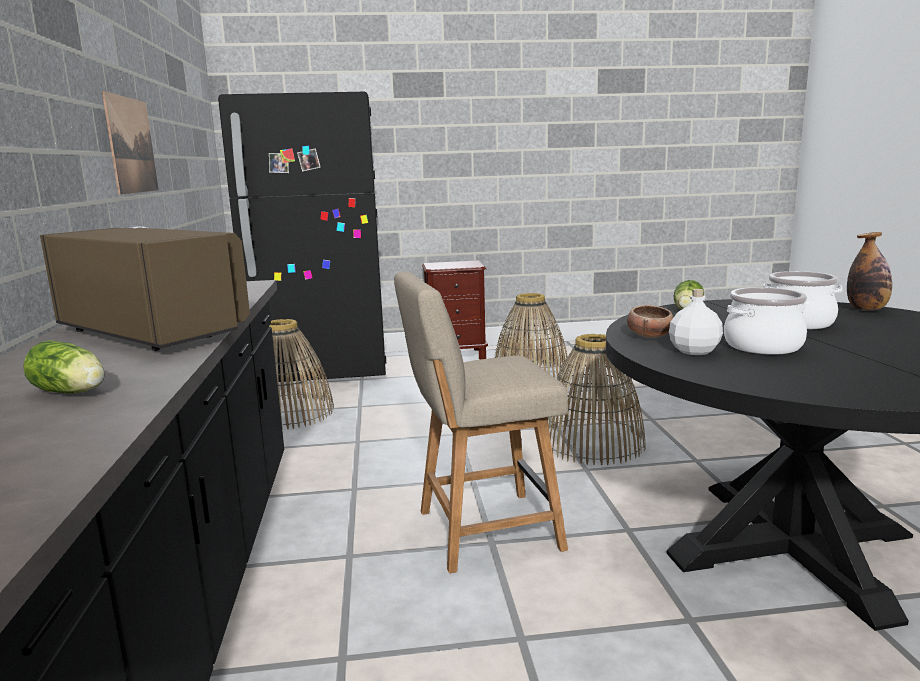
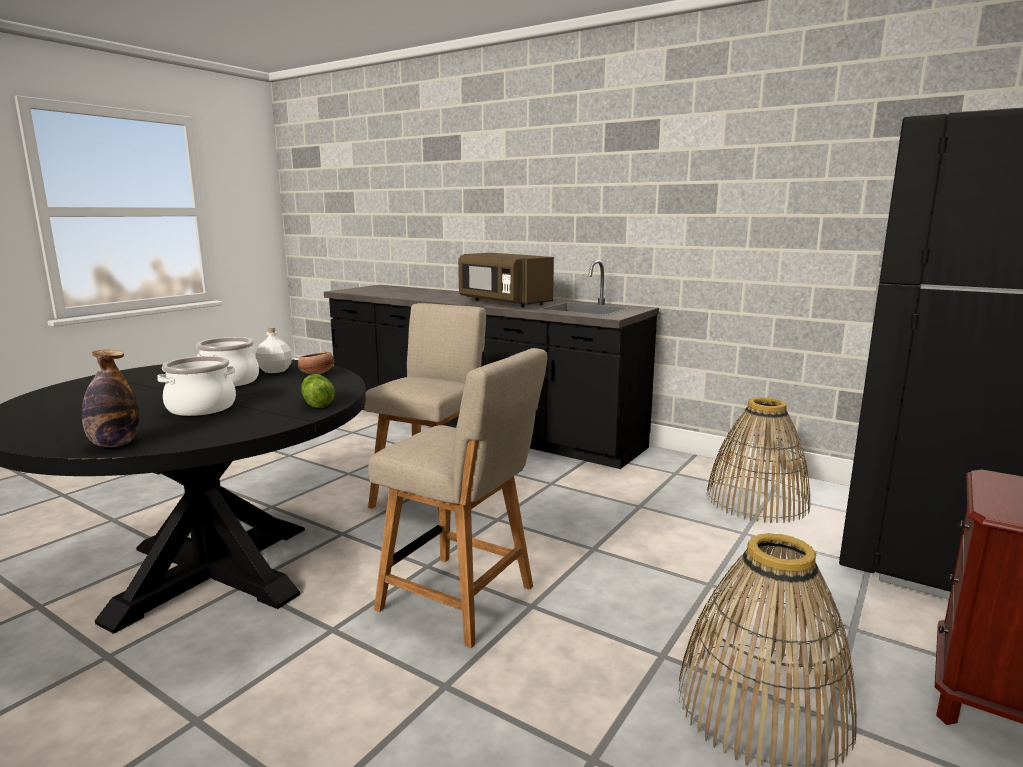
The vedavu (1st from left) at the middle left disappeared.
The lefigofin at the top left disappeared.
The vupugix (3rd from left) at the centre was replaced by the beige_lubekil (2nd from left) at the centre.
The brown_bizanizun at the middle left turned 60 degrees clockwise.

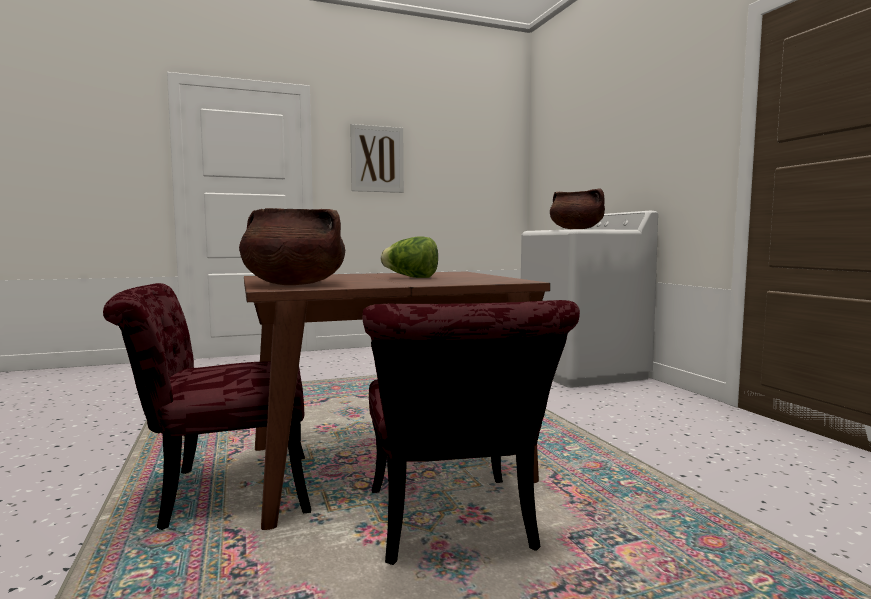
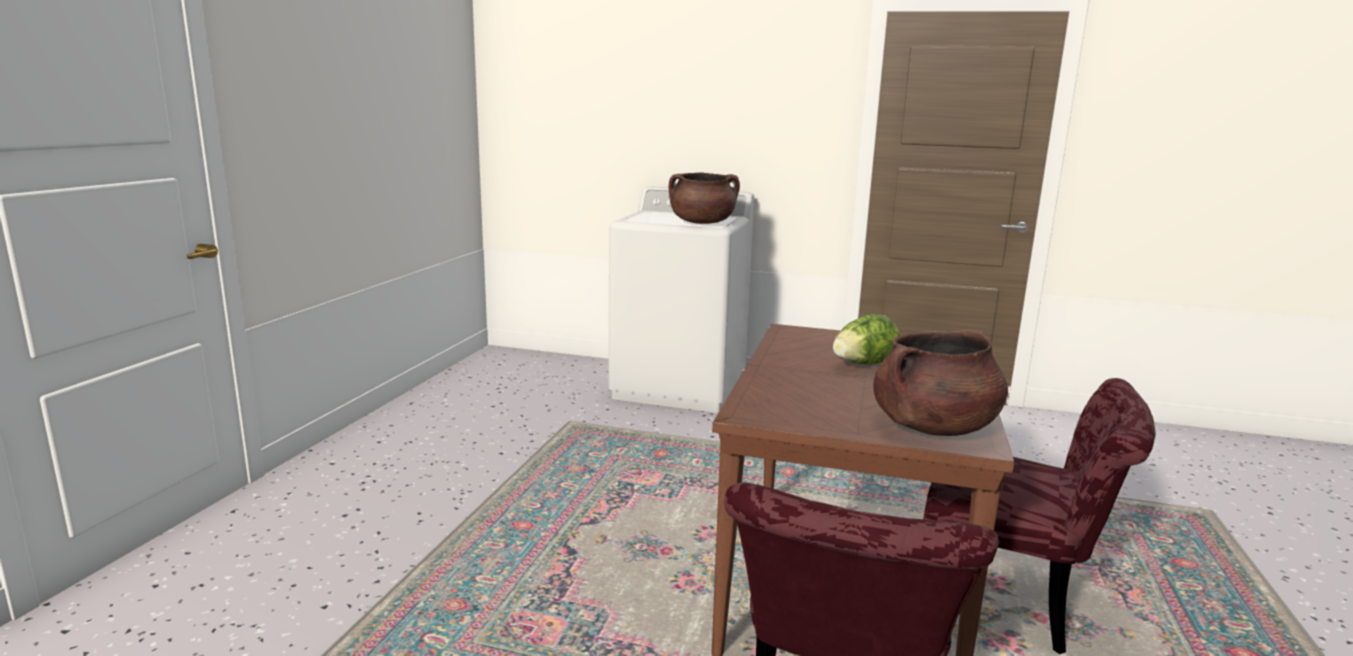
The lefigofin at the top centre disappeared.

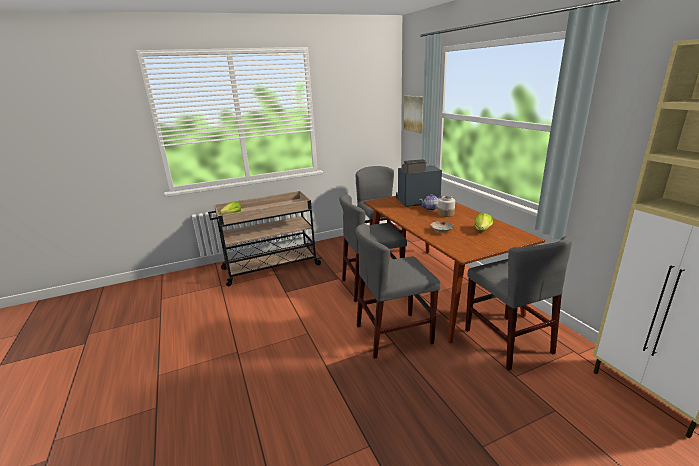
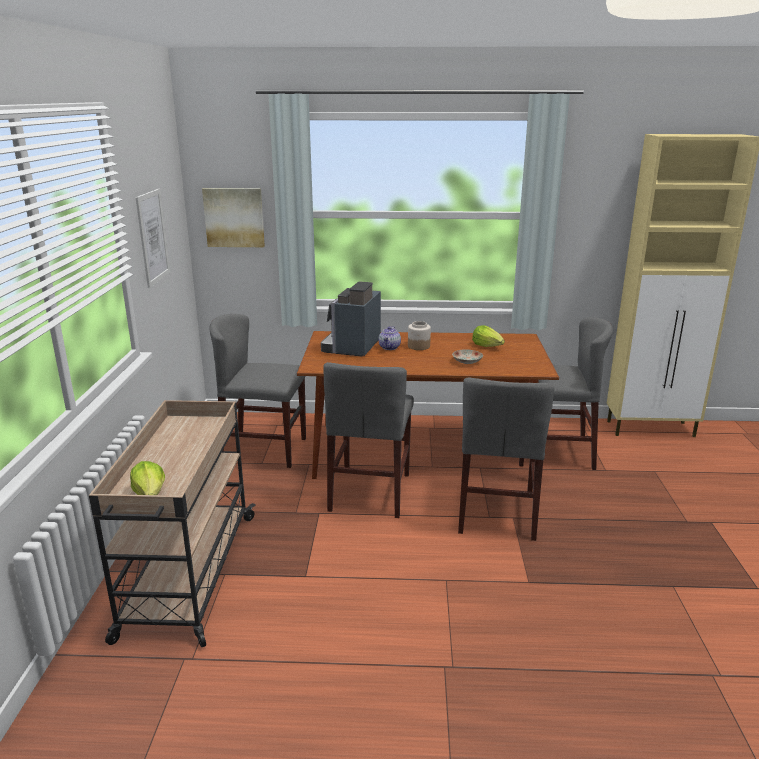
The lefigofin (1st from left) at the top left appeared.

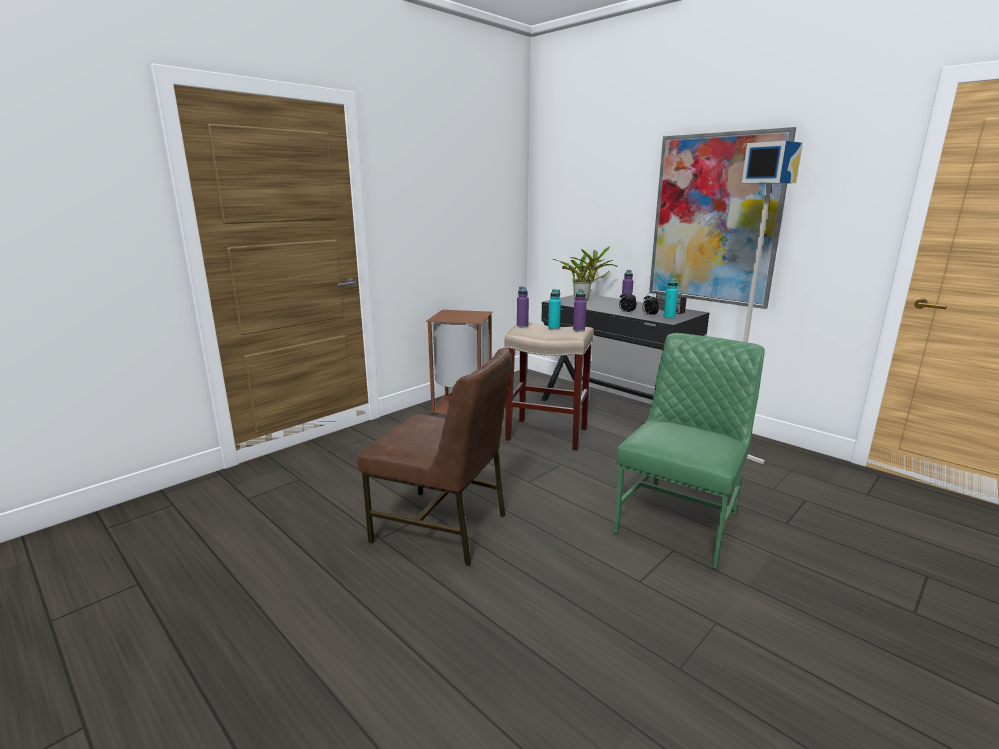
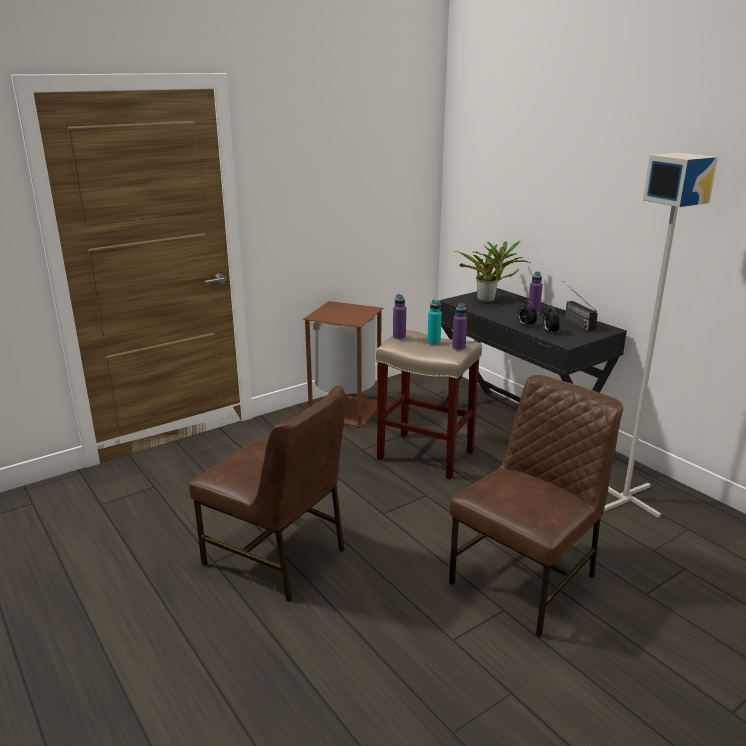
The lefigofin at the top right disappeared.
The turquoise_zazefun (2nd from left) at the middle right disappeared.
The green_lubekil at the middle right became the brown_lubekil (2nd from left) at the bottom right.

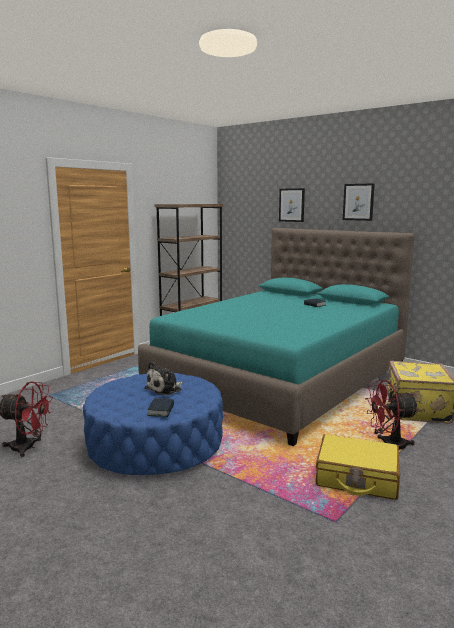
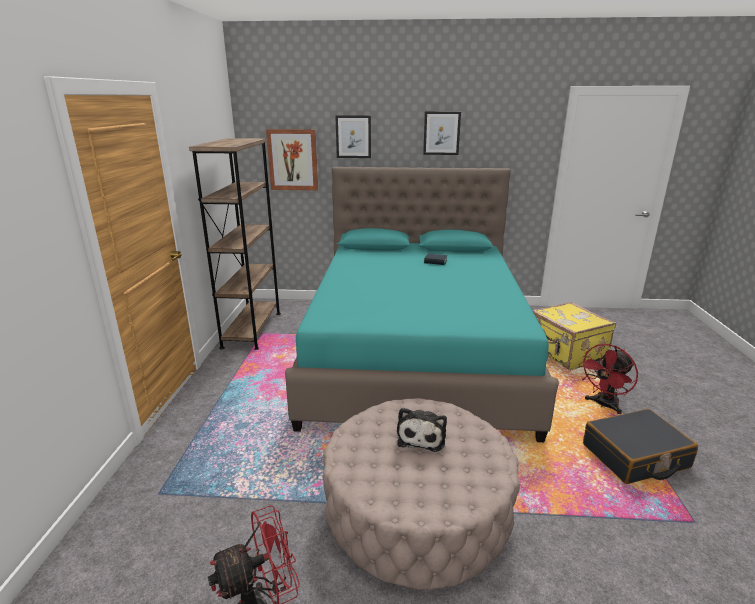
The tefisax (1st from left) at the centre disappeared.
The lefigofin (1st from left) at the top centre appeared.
The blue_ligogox at the bottom centre became the beige_ligogox at the bottom centre.
The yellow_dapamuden (1st from left) at the bottom right became the black_dapamuden at the bottom right.

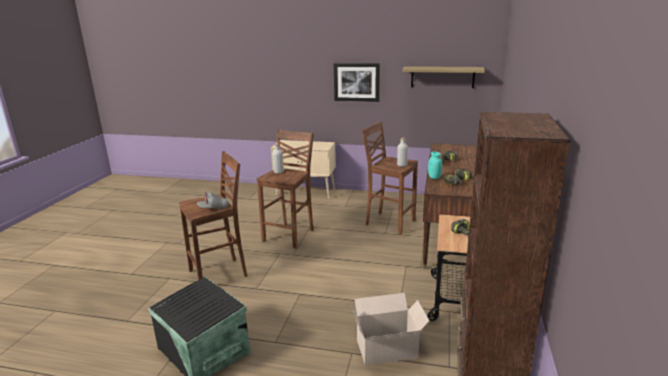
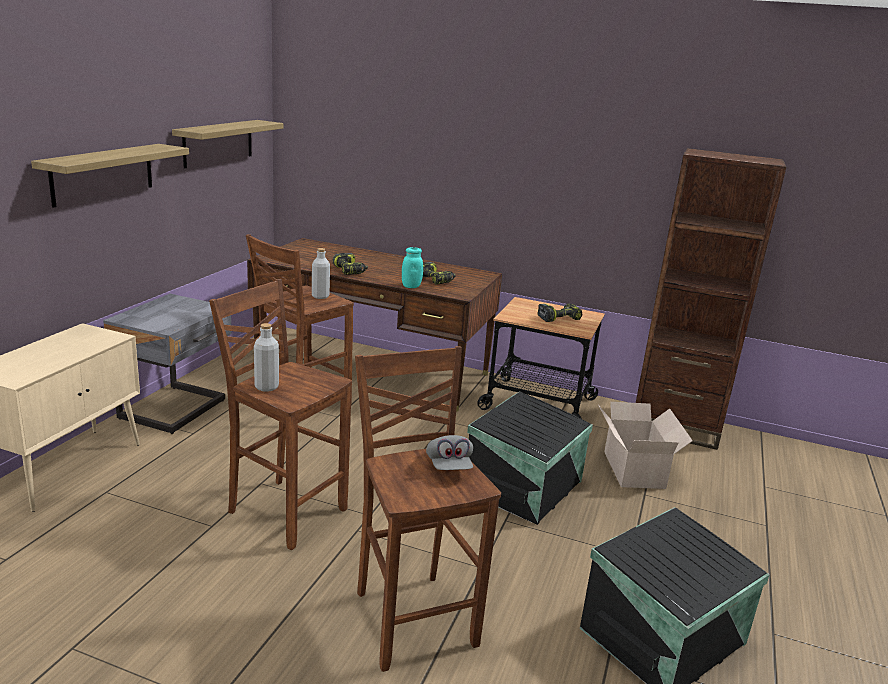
The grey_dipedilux at the middle left appeared.
The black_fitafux (1st from left) at the bottom centre appeared.
The lefigofin at the top centre was replaced by the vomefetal (1st from left) at the top left.

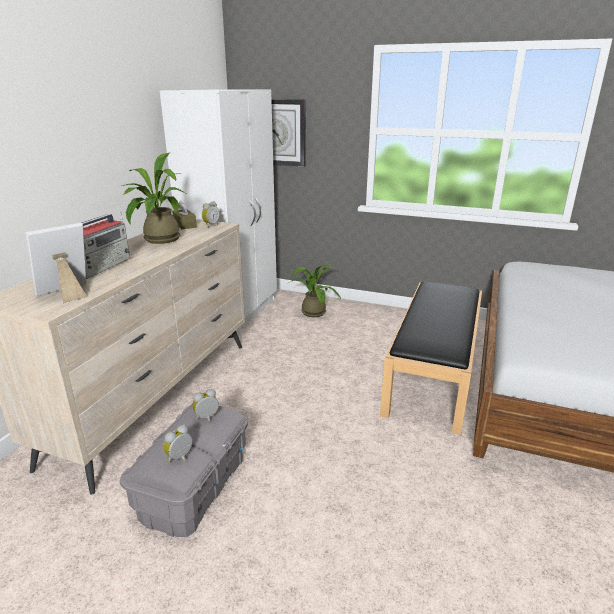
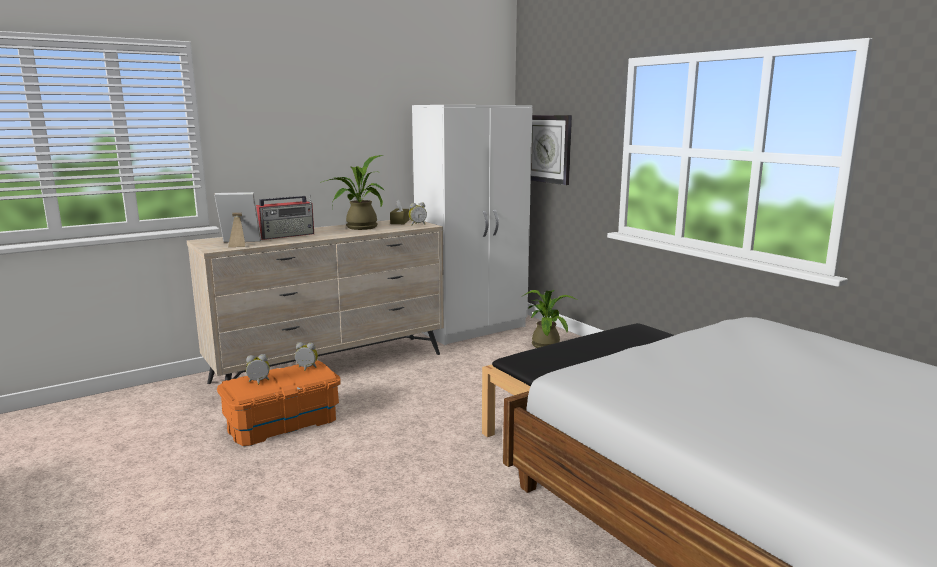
The grey_fitafux at the bottom left became the orange_fitafux at the bottom left.

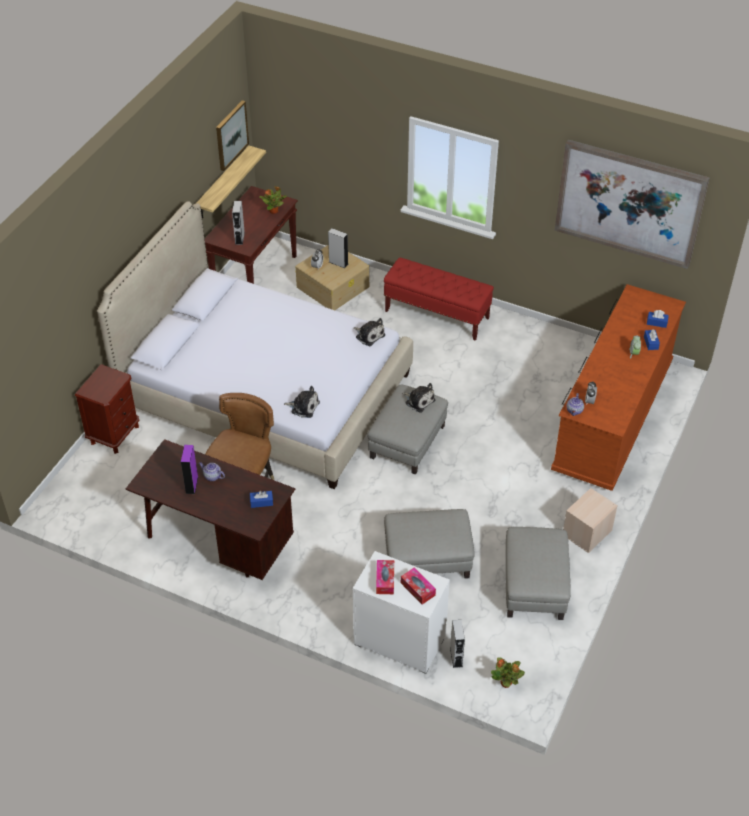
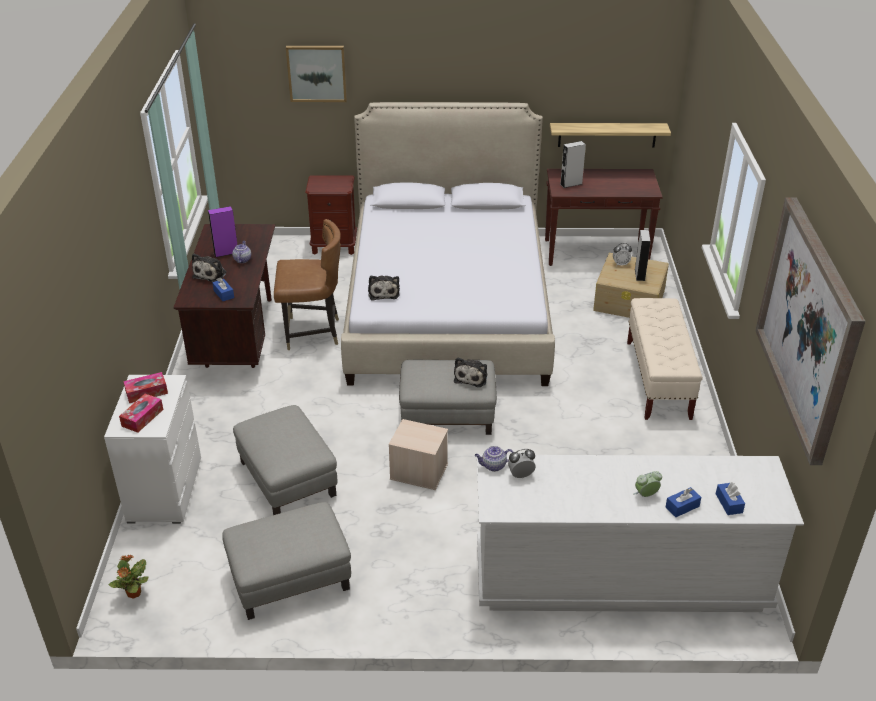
The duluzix (1st from left) at the top centre disappeared.
The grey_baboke (3rd from left) at the bottom centre disappeared.
The lefigofin (1st from left) moved from the top left to the top centre.
The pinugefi (2nd from left in the first image) moved from the centre to the middle left.
The beige_fitafux (2nd from left in the first image) moved from the middle right to the centre.
The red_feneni at the centre became the beige_feneni at the middle right.
The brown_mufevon at the middle right became the white_mufevon (2nd from left) at the bottom right.

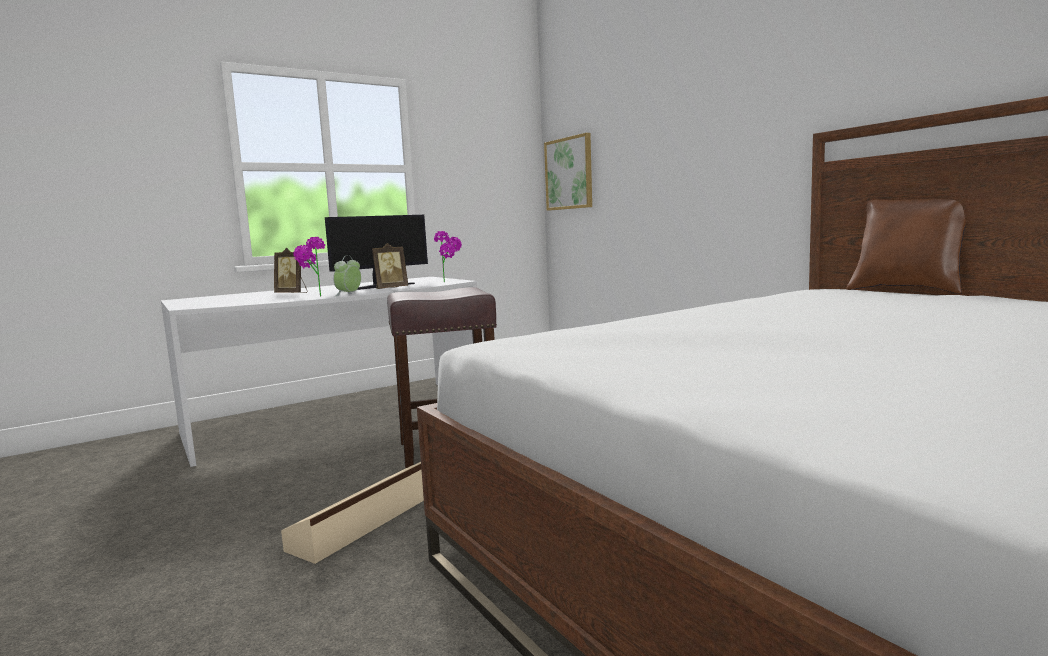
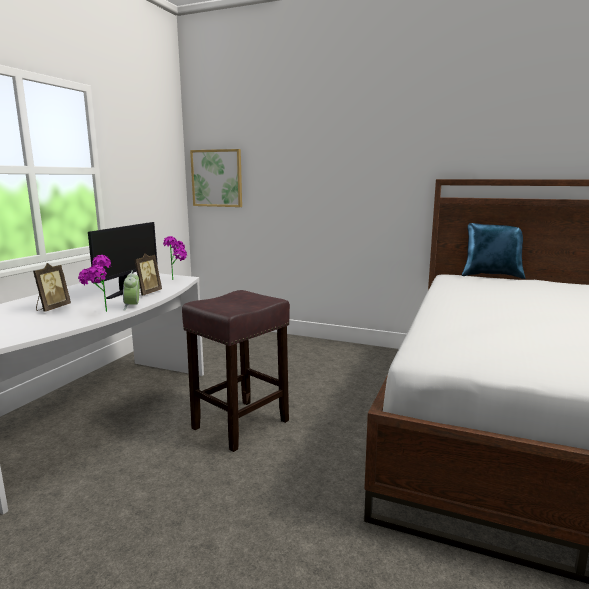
The beige_fitafux at the bottom centre disappeared.
The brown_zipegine at the middle right became the blue_zipegine at the middle right.
The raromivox (1st from left) at the middle left turned 60 degrees counterclockwise.

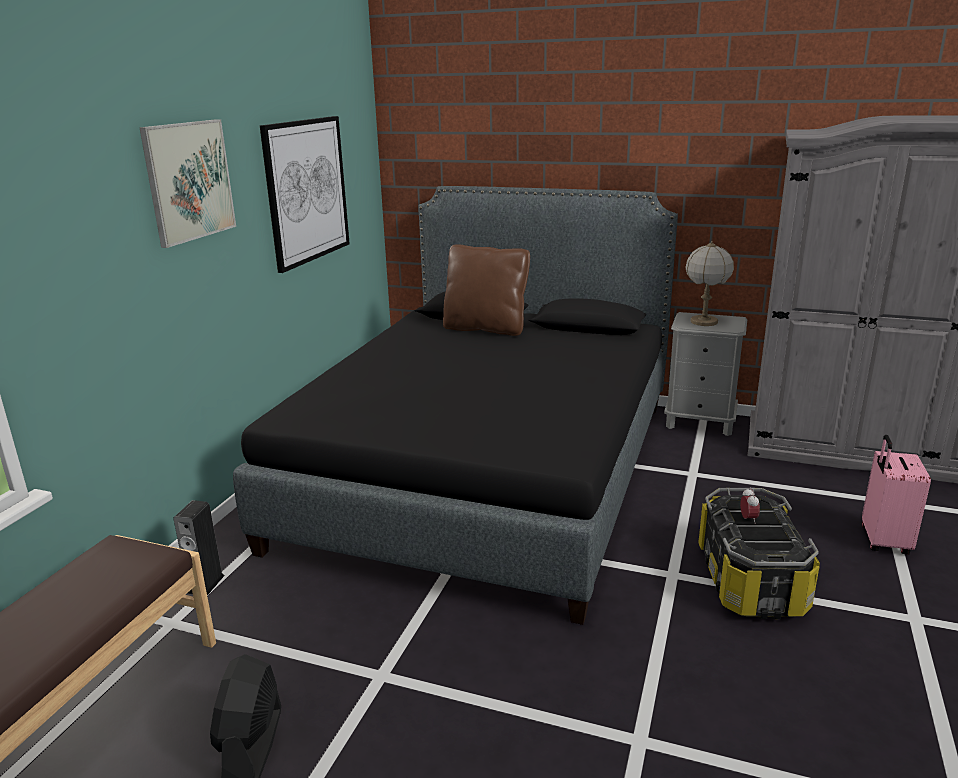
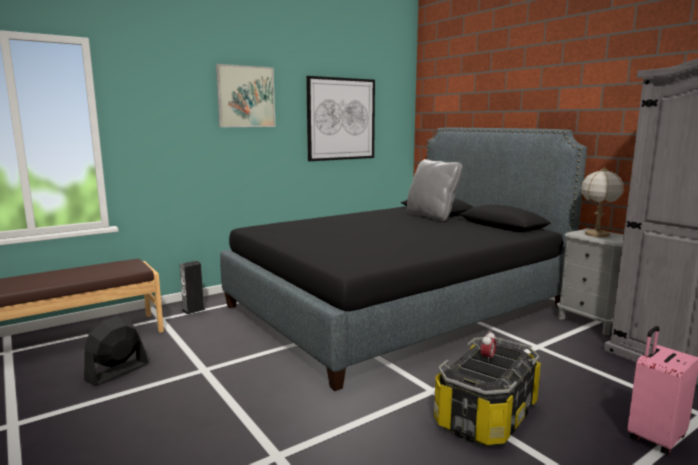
The brown_zipegine at the centre became the grey_zipegine at the centre.

